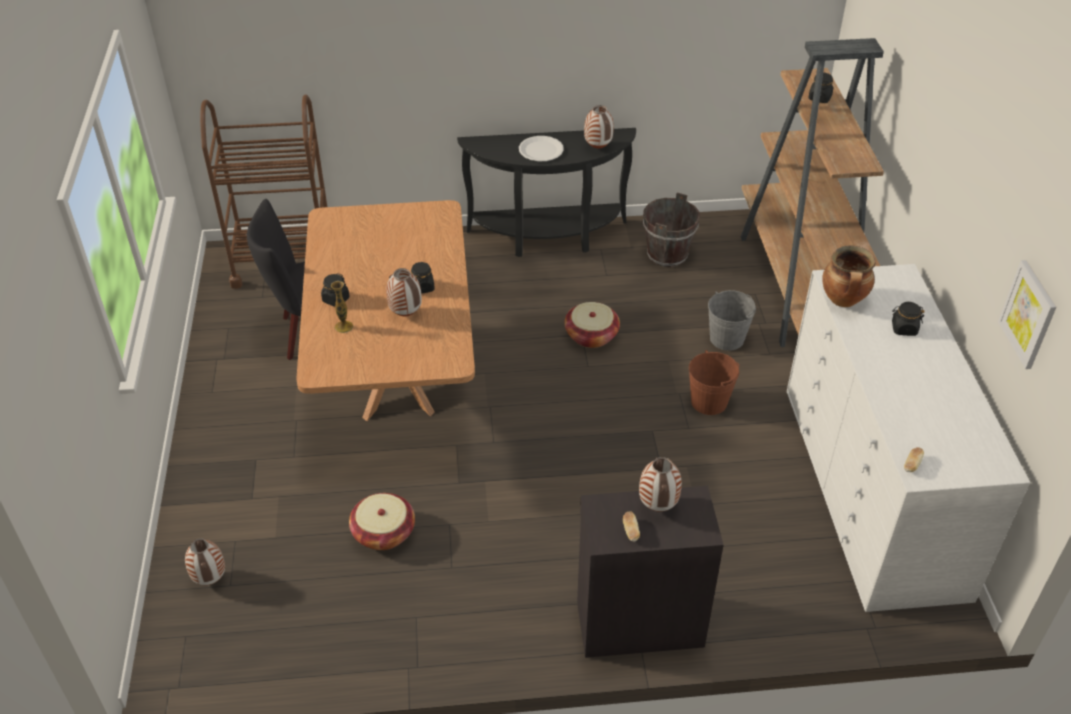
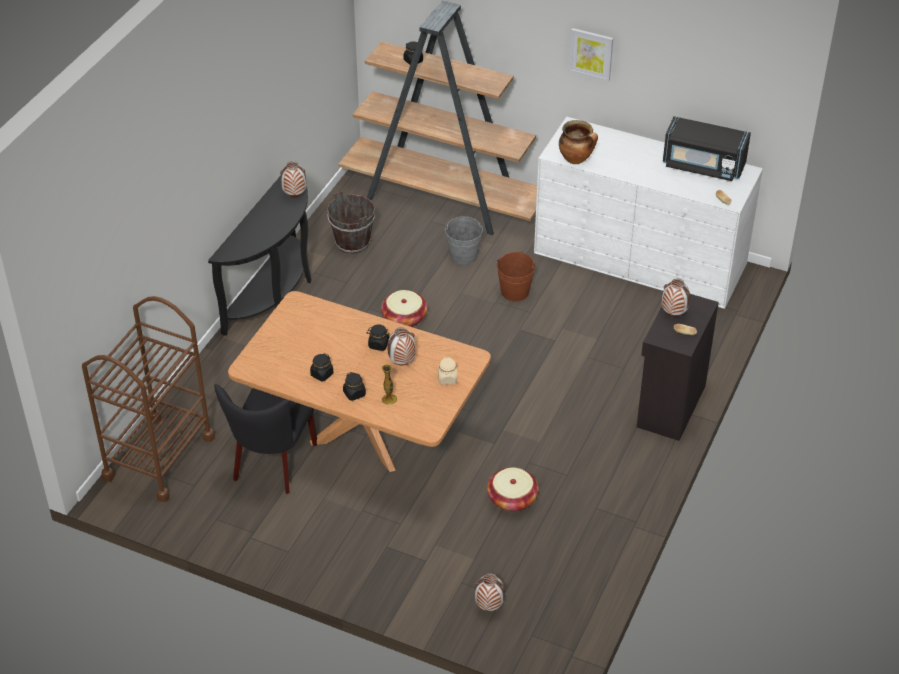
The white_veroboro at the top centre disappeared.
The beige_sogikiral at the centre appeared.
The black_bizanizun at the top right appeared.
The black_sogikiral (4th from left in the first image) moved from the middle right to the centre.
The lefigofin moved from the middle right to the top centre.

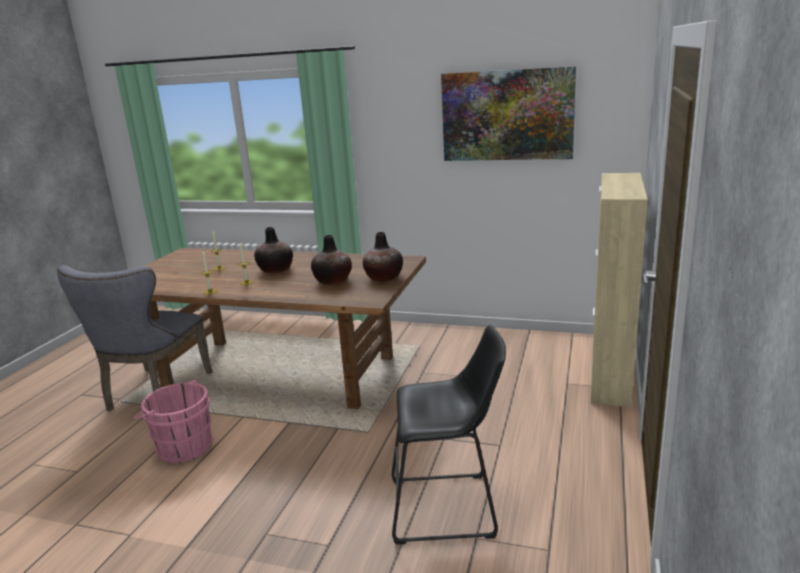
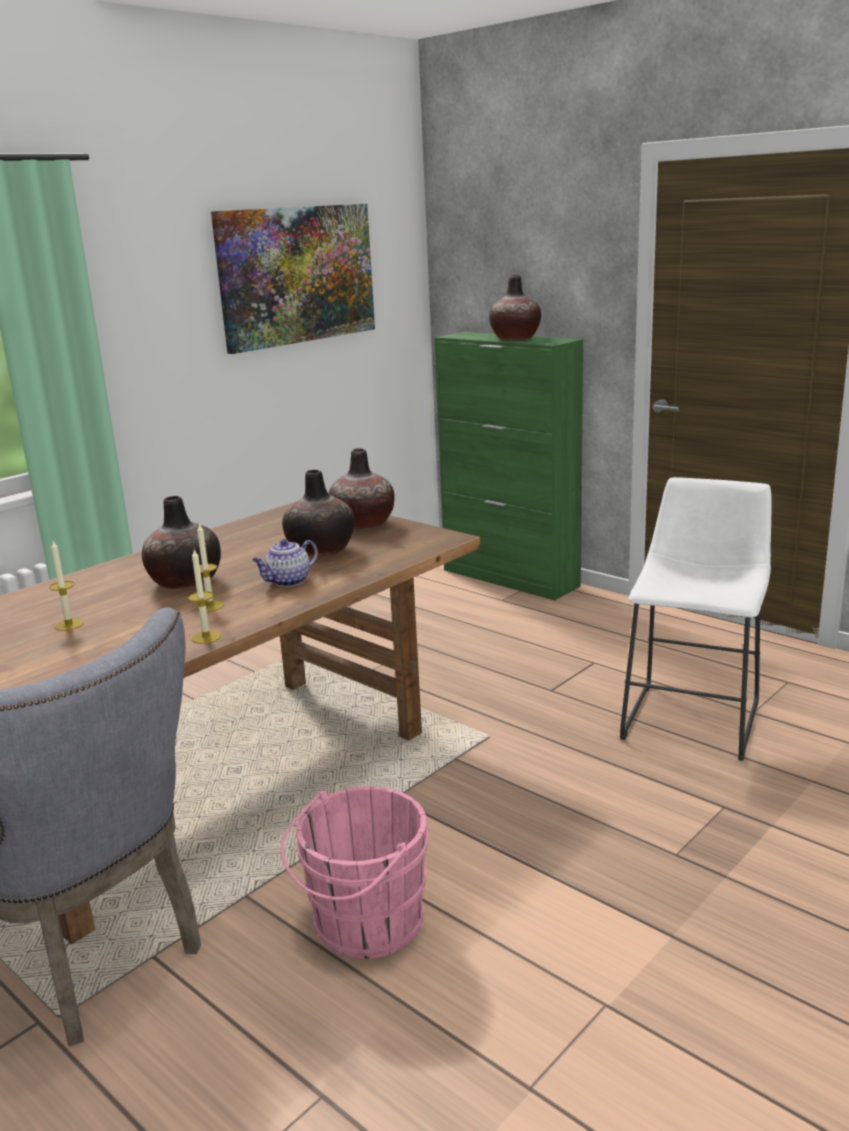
The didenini at the centre appeared.
The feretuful (4th from left) at the top centre appeared.
The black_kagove at the bottom centre became the white_kagove at the middle right.
The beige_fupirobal at the middle right became the green_fupirobal at the centre.

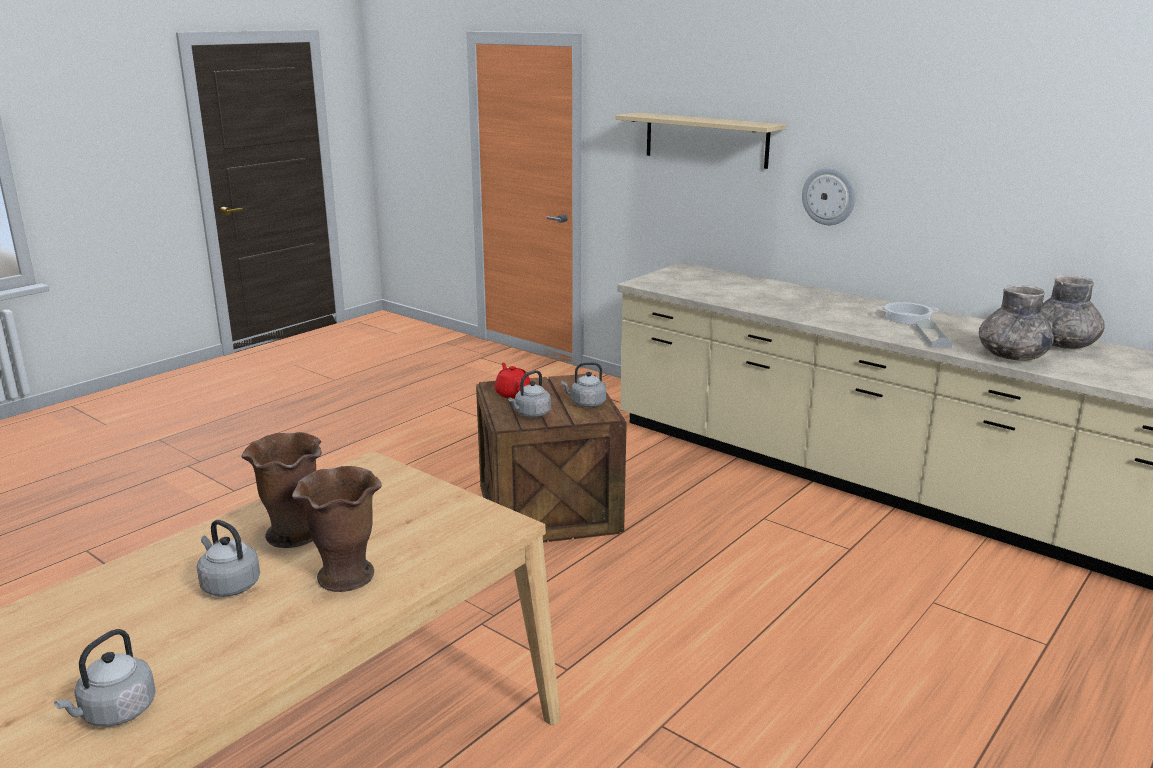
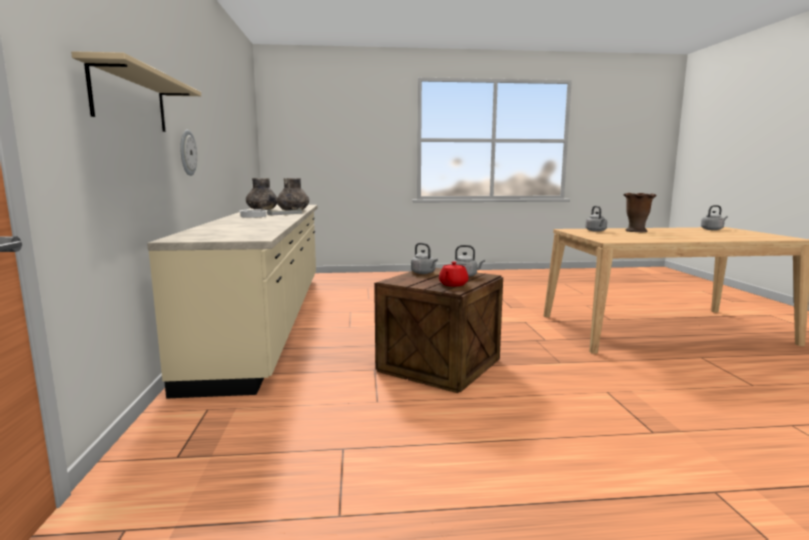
The brown_feretuful (1st from left) at the middle left disappeared.
The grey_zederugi (2nd from left in the first image) moved from the bottom left to the middle right.

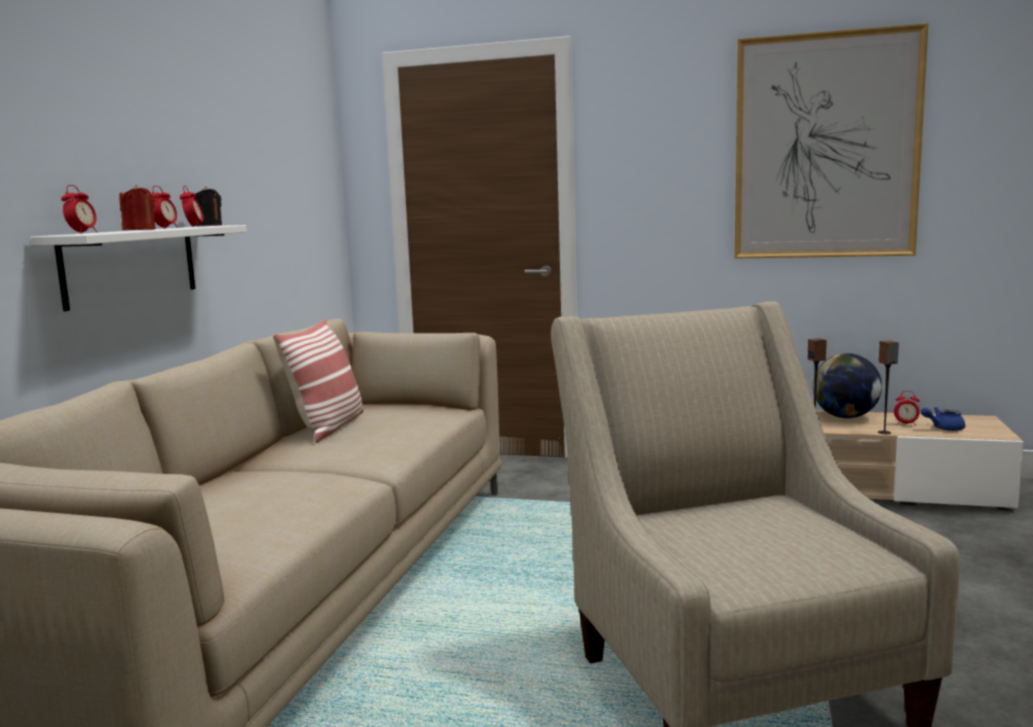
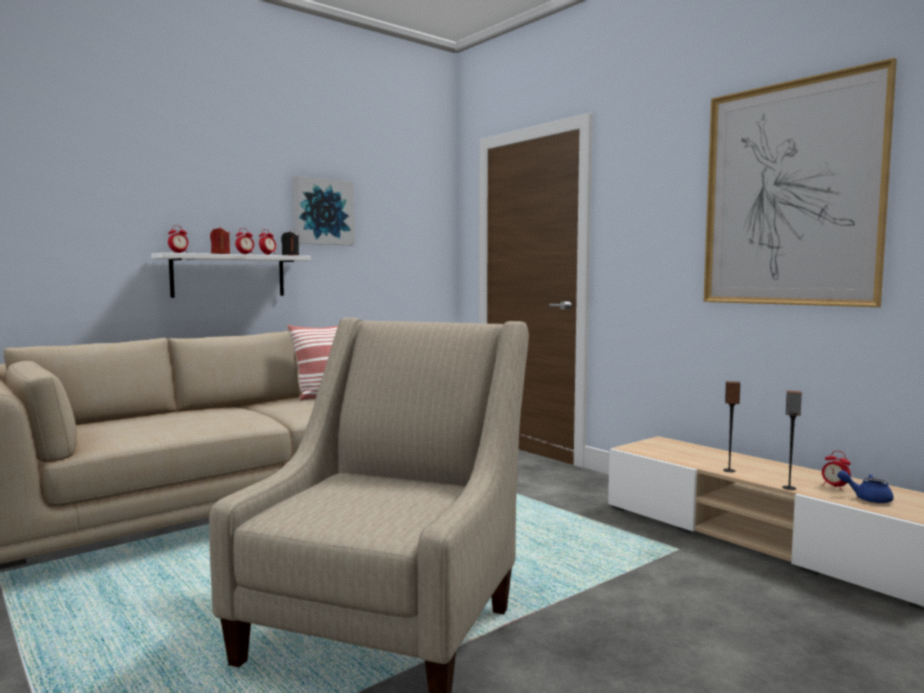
The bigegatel at the middle right disappeared.
The lefigofin (1st from left) at the top centre appeared.

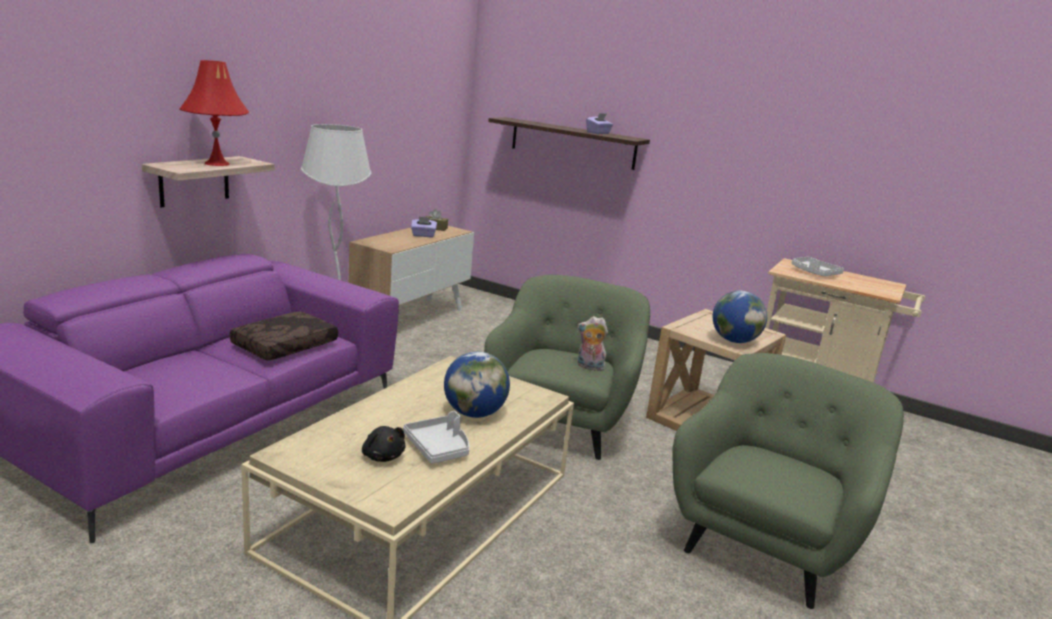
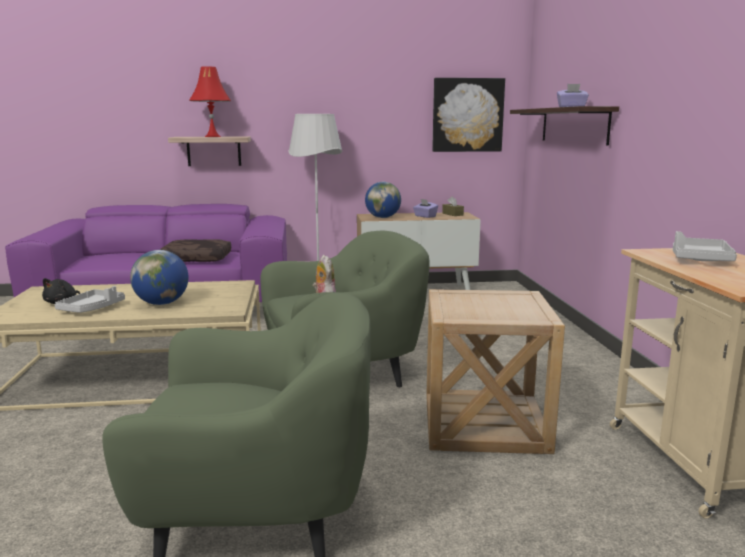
The lefigofin at the top centre appeared.
The bigegatel (2nd from left) moved from the middle right to the centre.

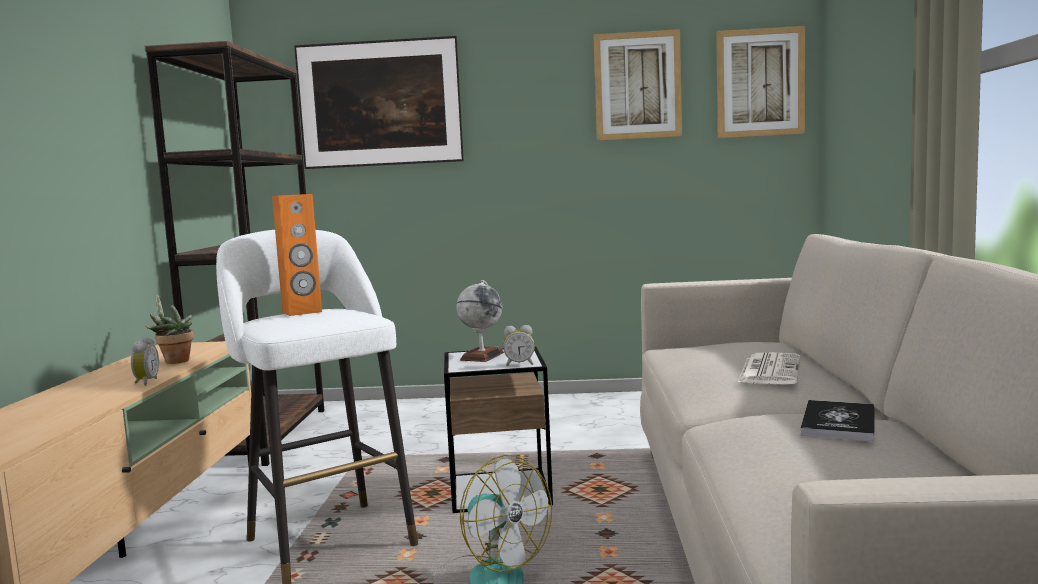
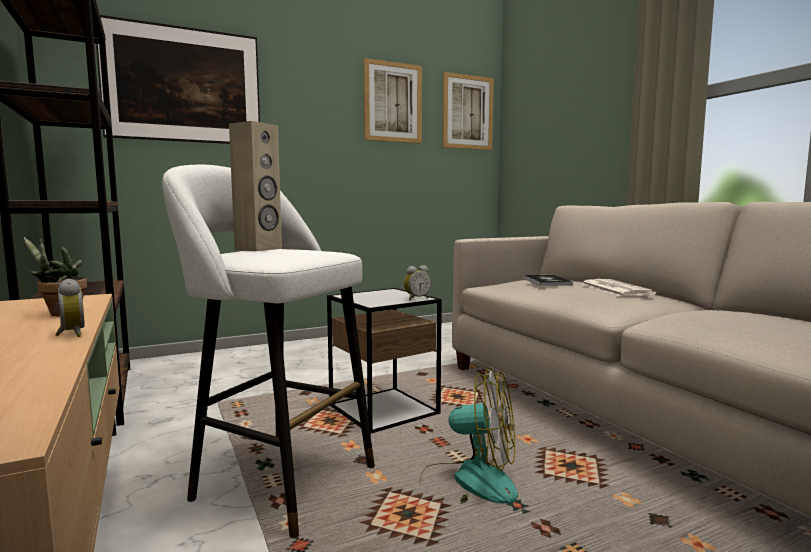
The bigegatel at the centre disappeared.
The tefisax moved from the bottom right to the middle right.
The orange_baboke at the middle left became the beige_baboke at the middle left.

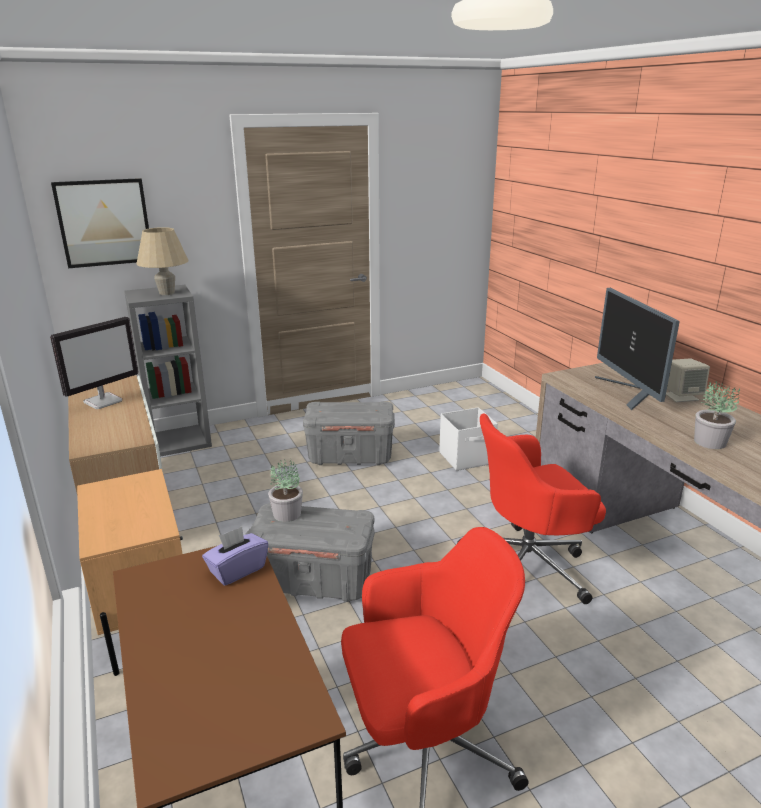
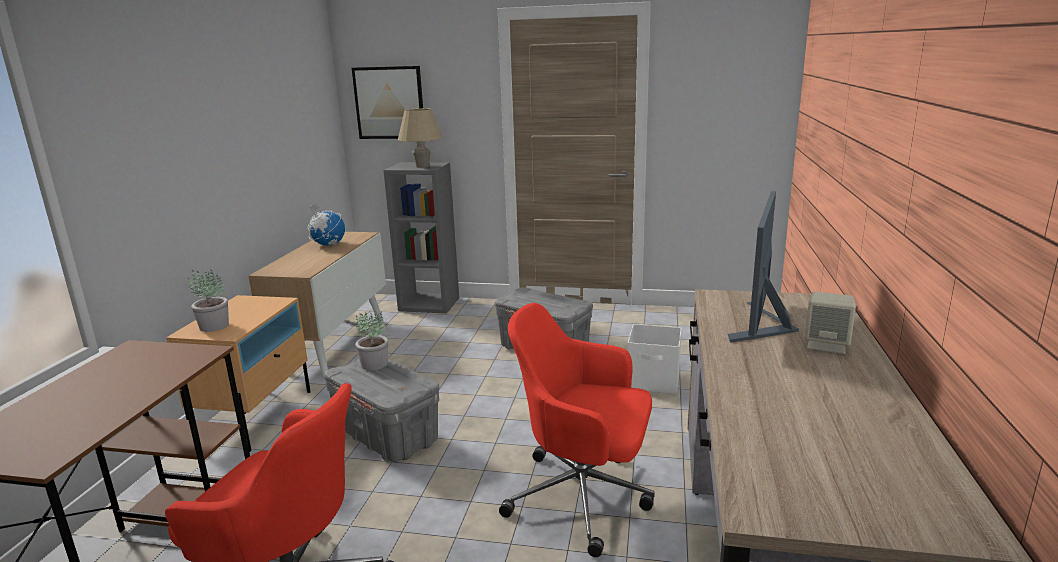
The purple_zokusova at the bottom left disappeared.
The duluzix (2nd from left in the first image) moved from the middle right to the middle left.
The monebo (1st from left) at the middle left was replaced by the bigegatel at the middle left.

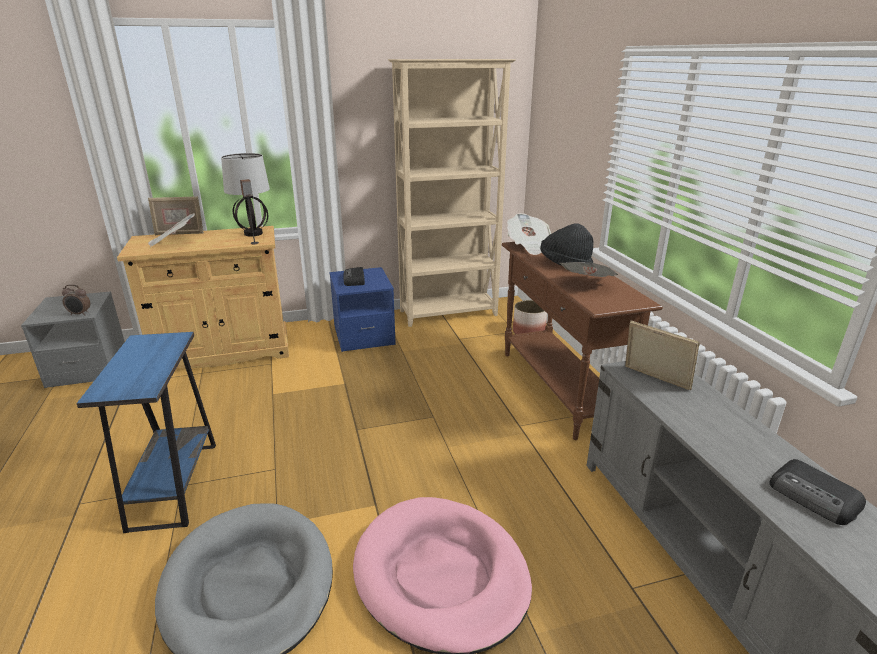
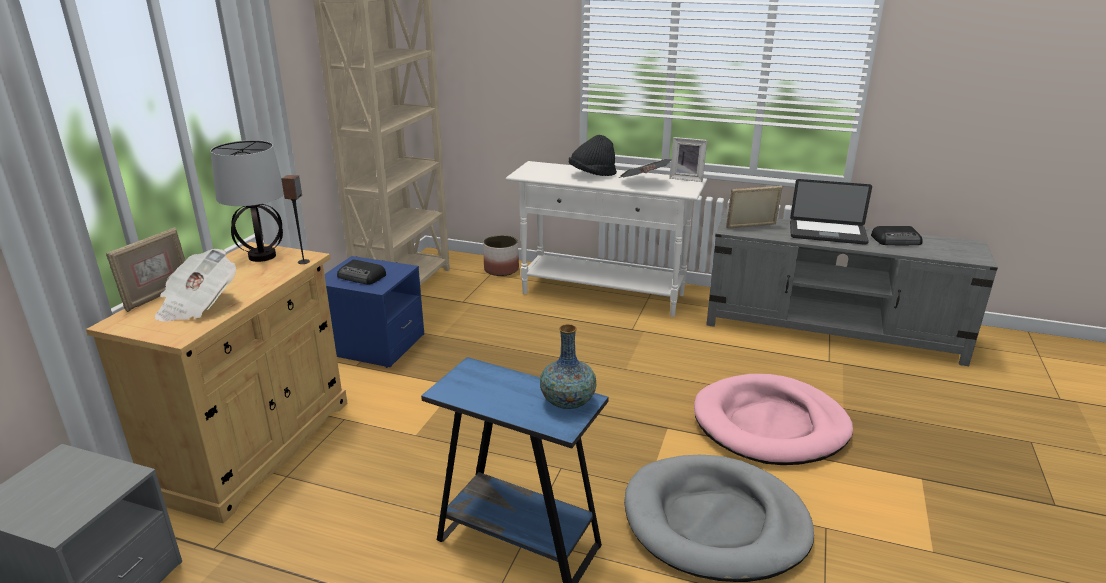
The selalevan at the middle left disappeared.
The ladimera (2nd from left) at the centre disappeared.
The feretuful at the centre appeared.
The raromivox (2nd from left) at the top centre appeared.
The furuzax at the middle right appeared.
The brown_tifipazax at the centre became the white_tifipazax at the centre.

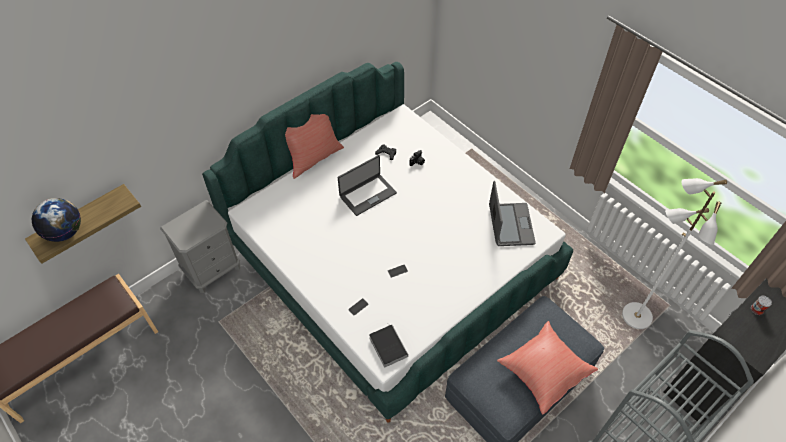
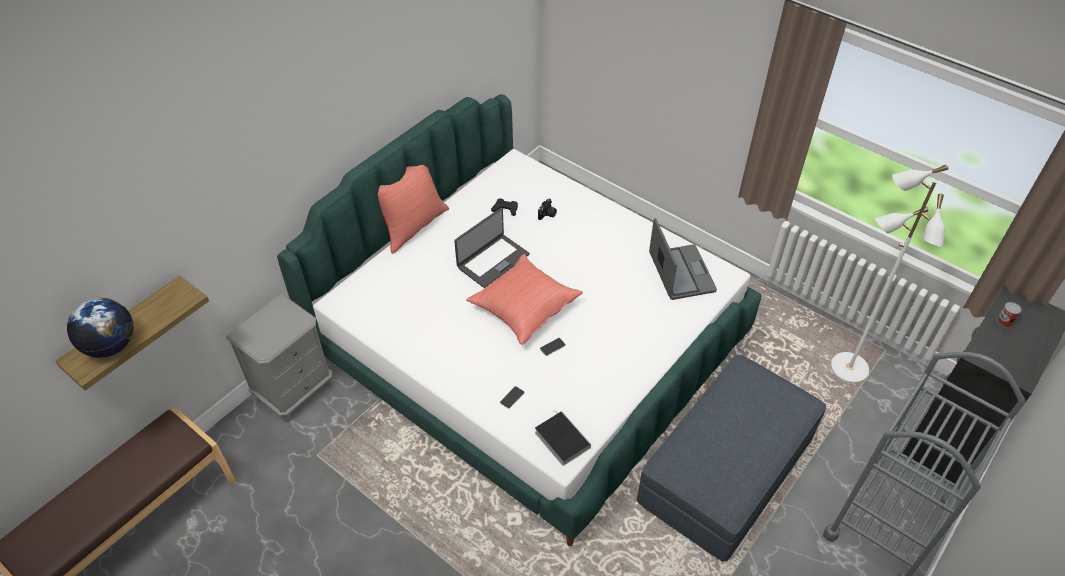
The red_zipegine (2nd from left) moved from the bottom right to the centre.

